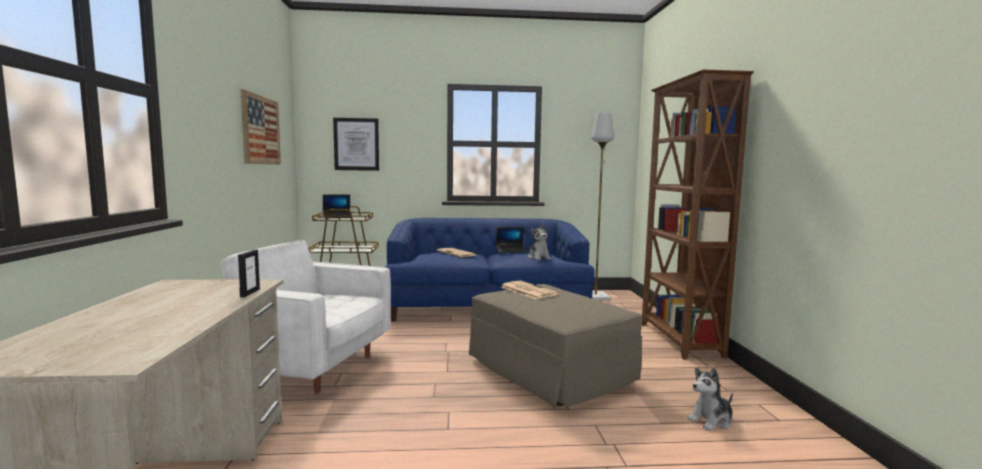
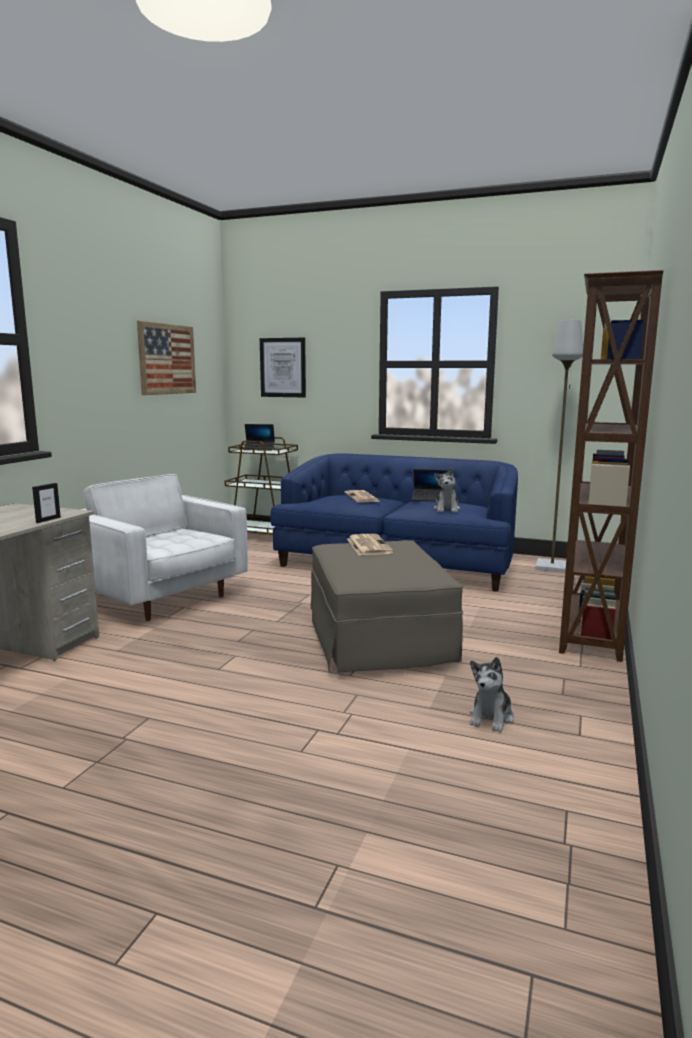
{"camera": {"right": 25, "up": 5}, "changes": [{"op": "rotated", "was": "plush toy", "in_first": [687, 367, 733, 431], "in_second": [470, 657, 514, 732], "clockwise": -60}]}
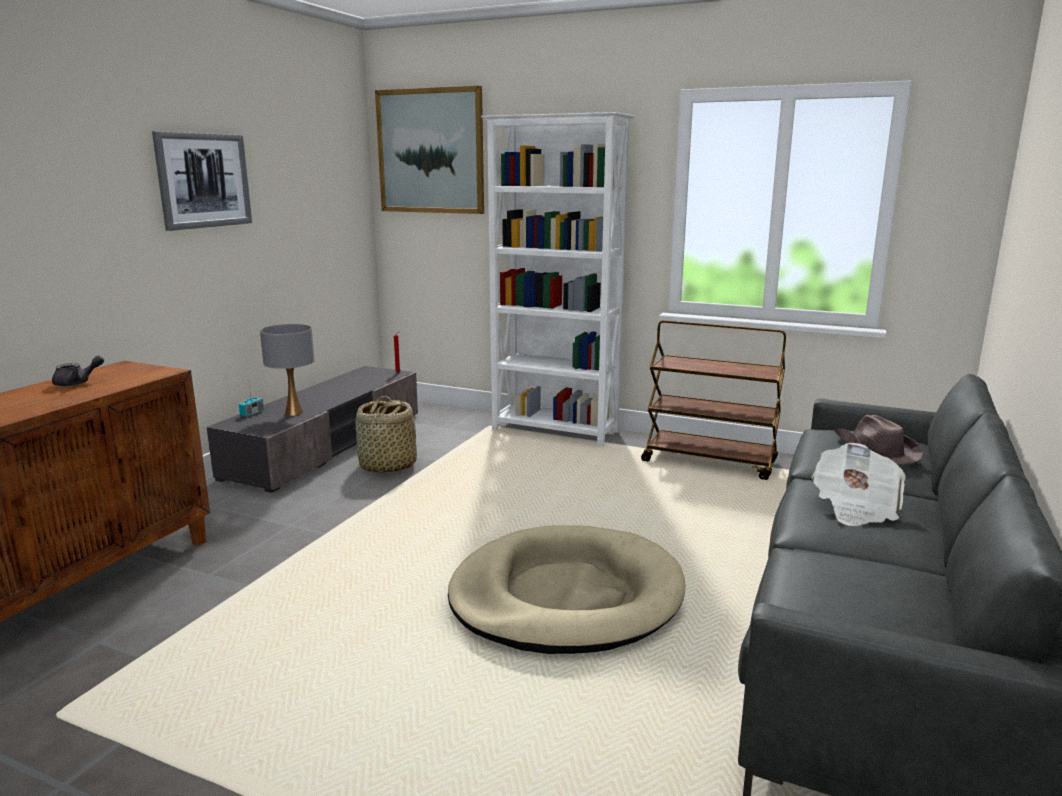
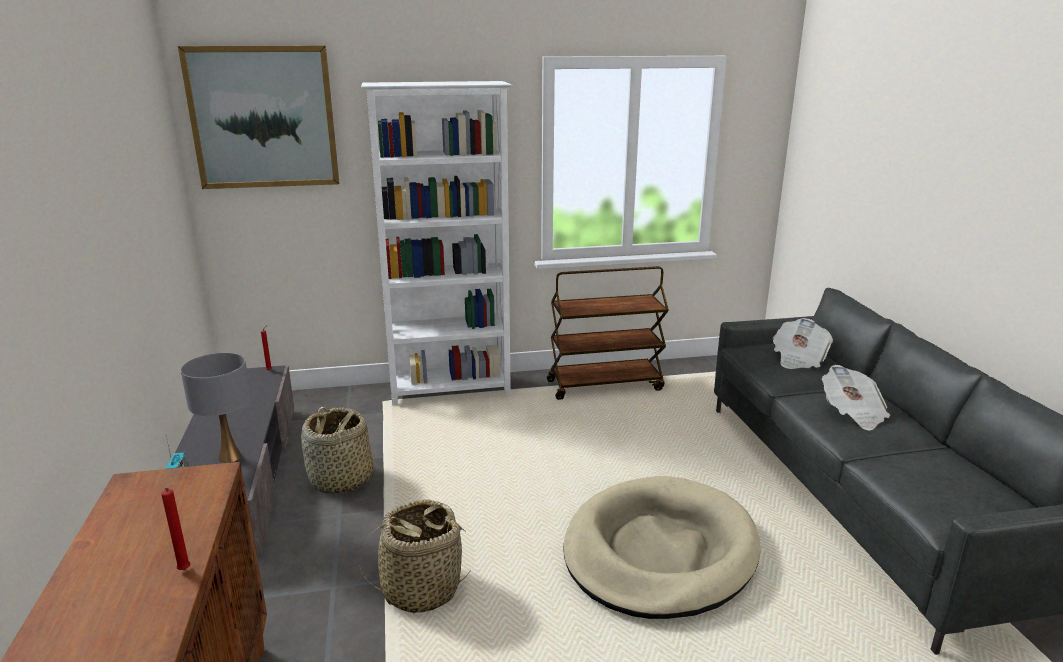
{"camera": {"right": -35, "up": 5}, "changes": [{"op": "gone", "was": "grey teapot", "in_first": [52, 355, 104, 387]}, {"op": "gone", "was": "picture", "in_first": [152, 131, 252, 231]}, {"op": "swapped", "was": "brown hat", "now": "newspaper", "in_first": [834, 415, 923, 464], "in_second": [772, 318, 833, 369]}, {"op": "new", "now": "red candle", "in_second": [161, 488, 191, 570]}, {"op": "new", "now": "basket", "in_second": [359, 499, 472, 613]}]}
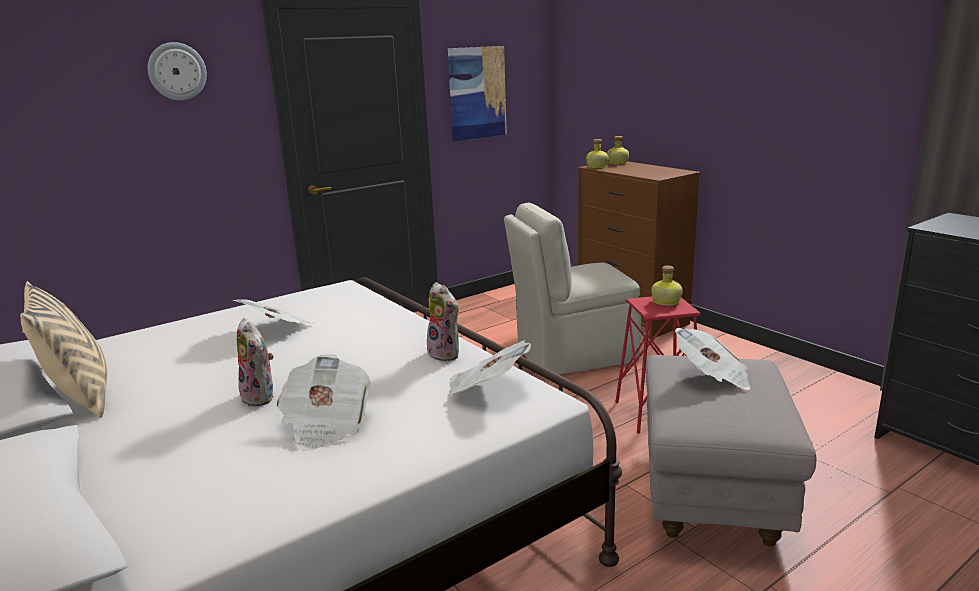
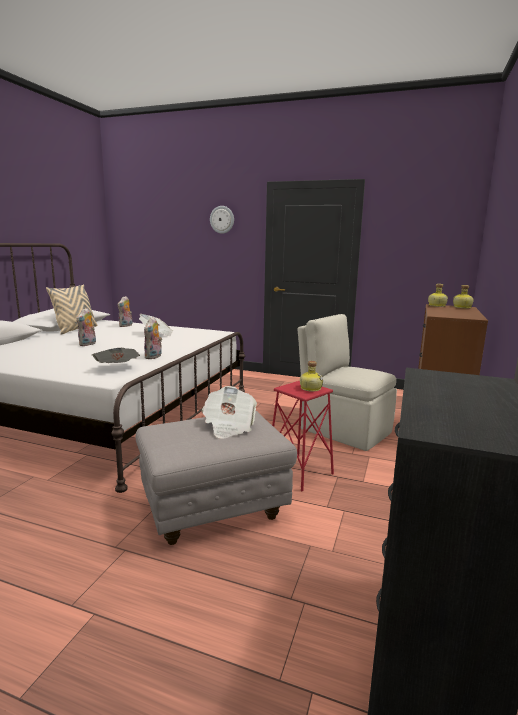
{"camera": {"right": 55, "up": -5}, "changes": [{"op": "gone", "was": "newspaper", "in_first": [277, 354, 371, 451]}, {"op": "gone", "was": "picture", "in_first": [448, 46, 507, 141]}, {"op": "new", "now": "plush toy", "in_second": [118, 296, 132, 327]}]}
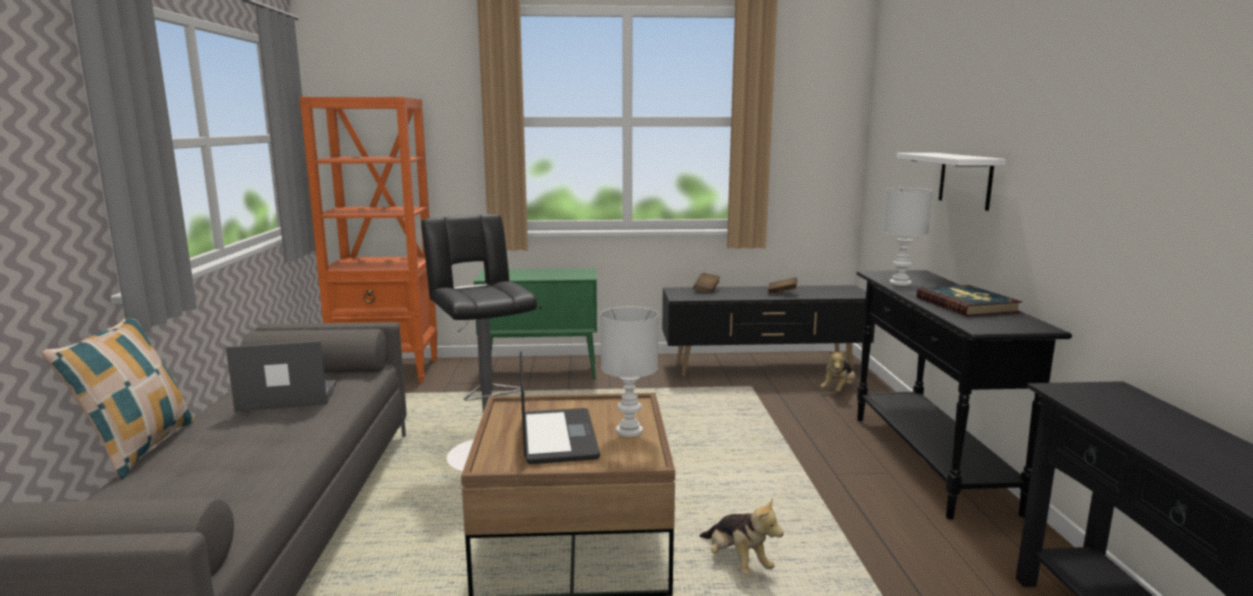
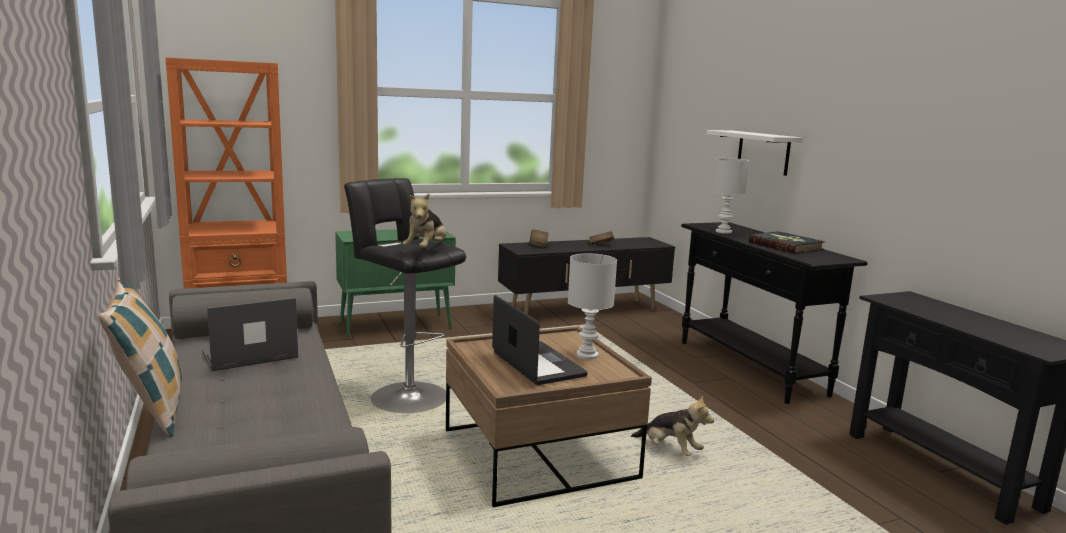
{"camera": {"right": -20, "up": 0}, "changes": [{"op": "shifted", "was": "plush toy", "in_first": [821, 350, 855, 392], "in_second": [402, 194, 446, 248]}]}
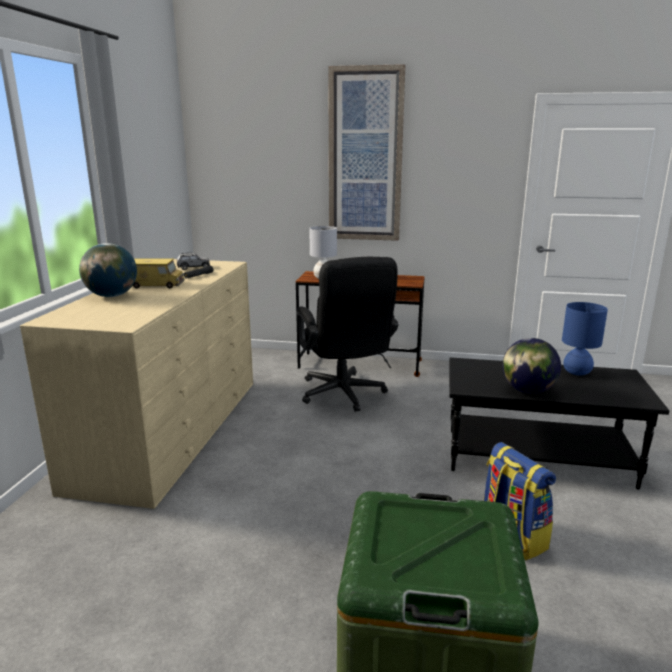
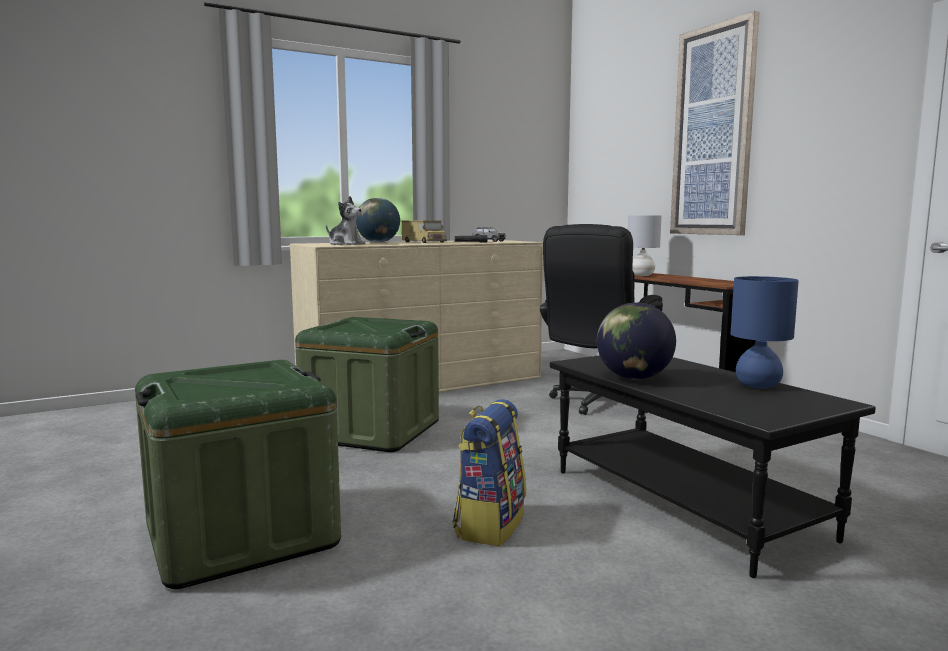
{"camera": {"right": 50, "up": -10}, "changes": [{"op": "new", "now": "green storage box", "in_second": [295, 317, 439, 452]}, {"op": "new", "now": "plush toy", "in_second": [326, 196, 365, 245]}]}
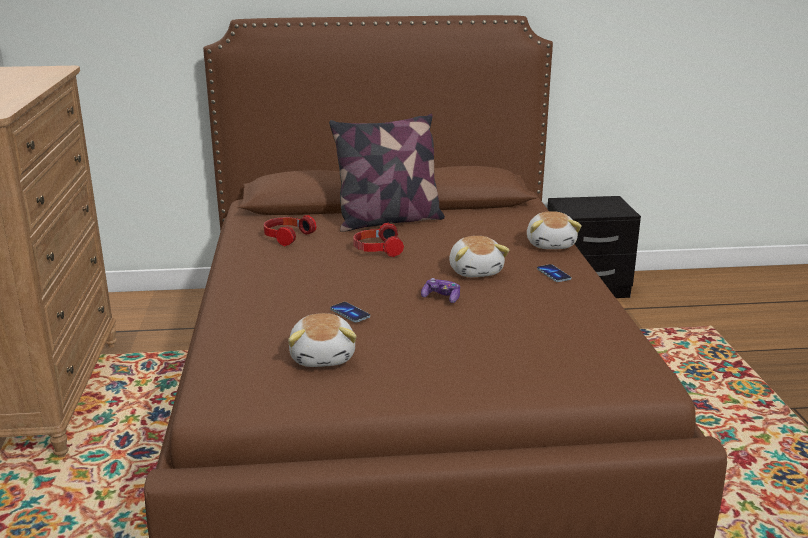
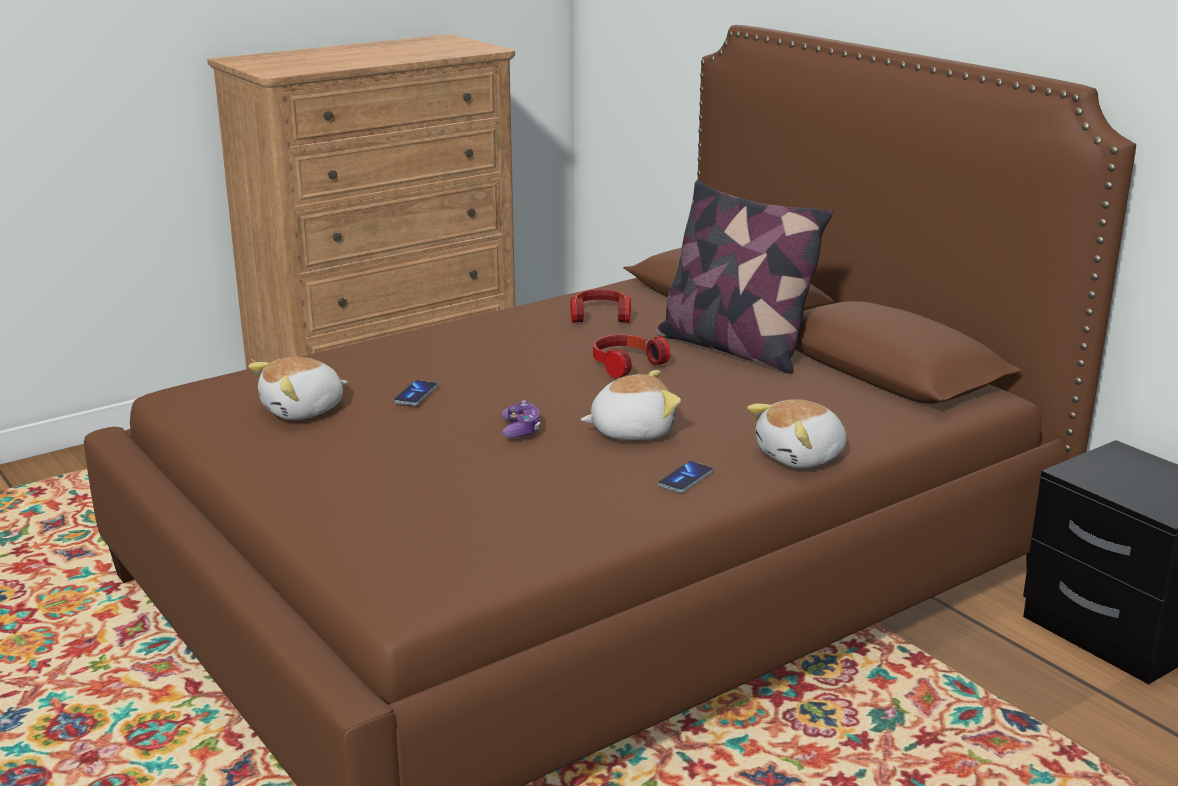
{"camera": {"right": 60, "up": 0}, "changes": [{"op": "rotated", "was": "plush toy", "in_first": [449, 236, 509, 277], "in_second": [581, 370, 681, 440], "clockwise": -150}]}
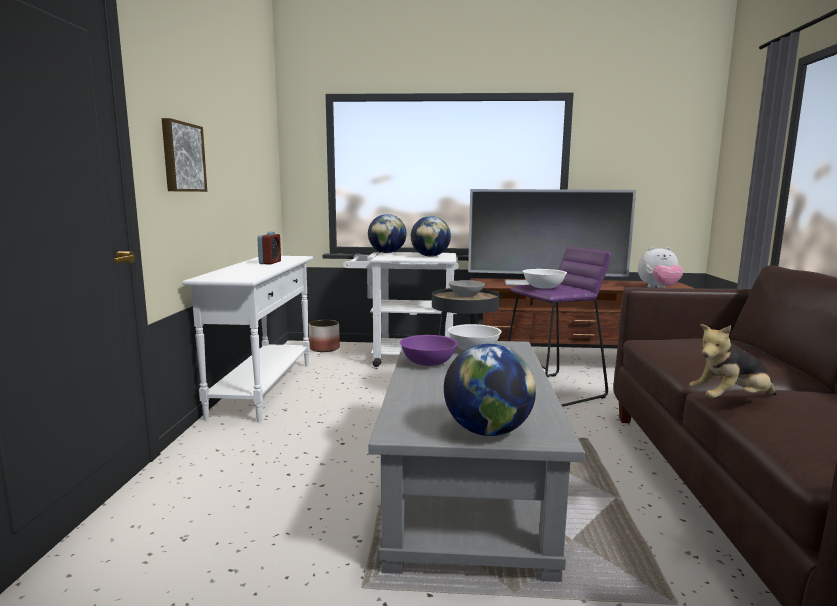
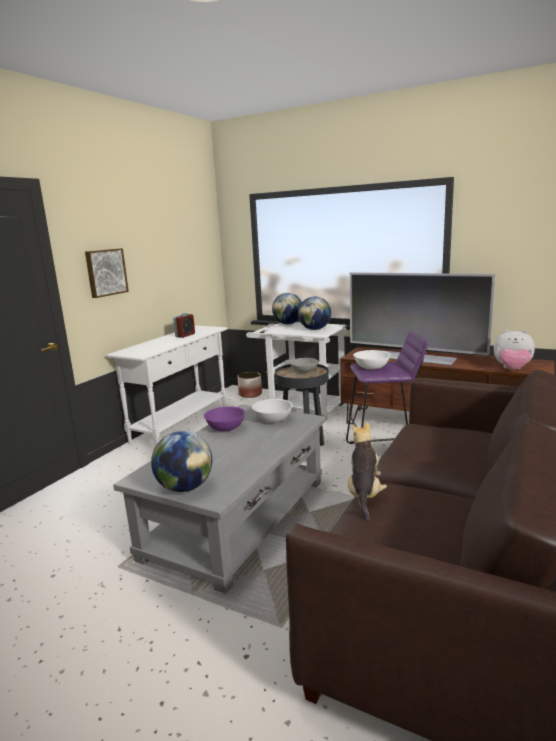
{"camera": {"right": 25, "up": 5}, "changes": [{"op": "rotated", "was": "plush toy", "in_first": [689, 324, 777, 398], "in_second": [348, 422, 387, 520], "clockwise": 90}]}
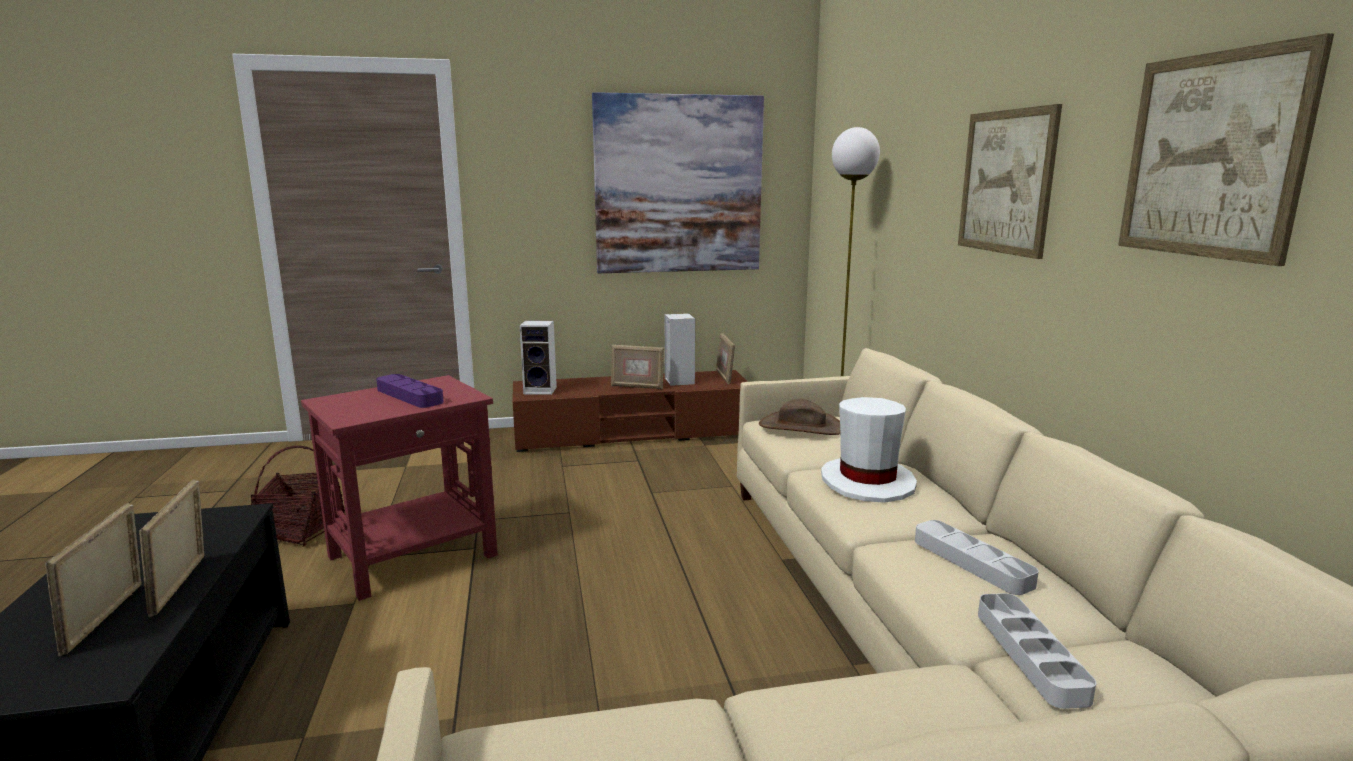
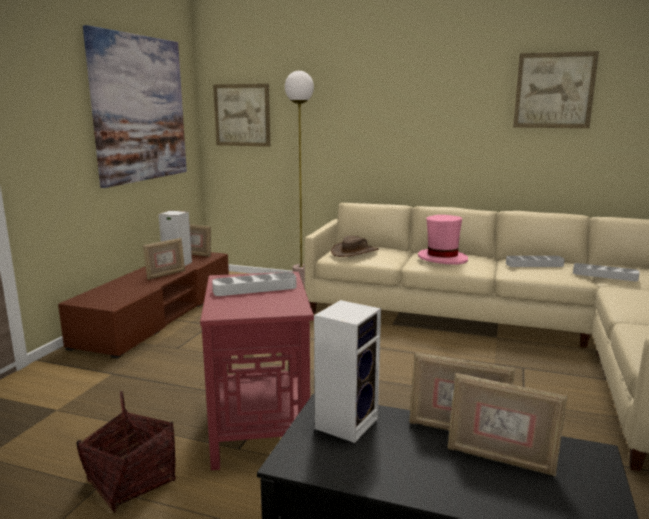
{"camera": {"right": -60, "up": 0}, "changes": [{"op": "repainted", "was": "purple tray", "now": "grey tray", "in_first": [376, 374, 444, 408], "in_second": [212, 272, 296, 296]}, {"op": "shifted", "was": "speaker", "in_first": [520, 320, 557, 395], "in_second": [314, 300, 381, 443]}, {"op": "repainted", "was": "white hat", "now": "pink hat", "in_first": [821, 397, 917, 503], "in_second": [418, 215, 468, 265]}, {"op": "shifted", "was": "picture", "in_first": [958, 104, 1062, 259], "in_second": [213, 84, 270, 147]}]}
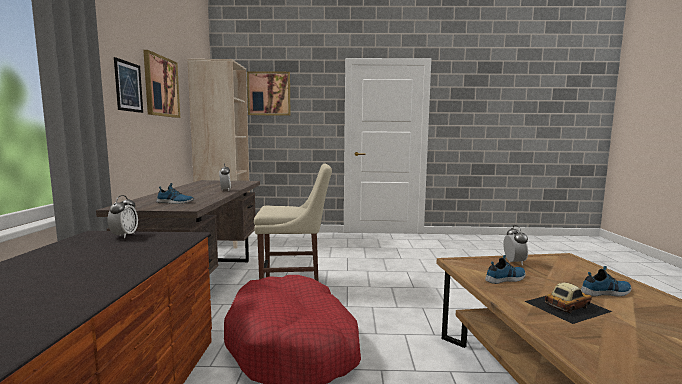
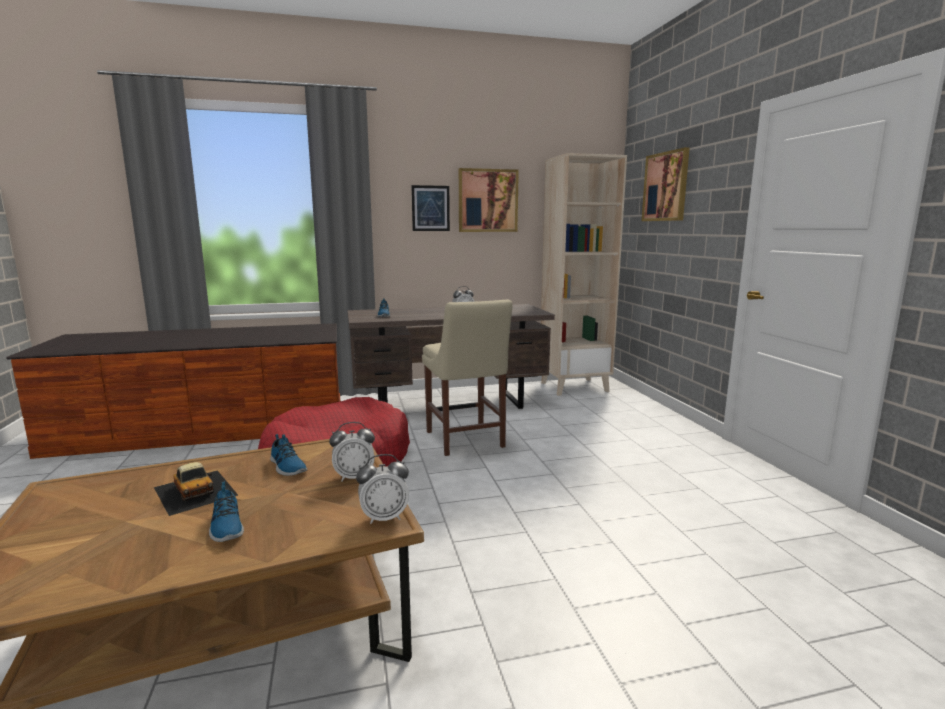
{"camera": {"right": 75, "up": 5}, "changes": [{"op": "shifted", "was": "alarm clock", "in_first": [107, 195, 138, 238], "in_second": [356, 454, 409, 524]}]}
